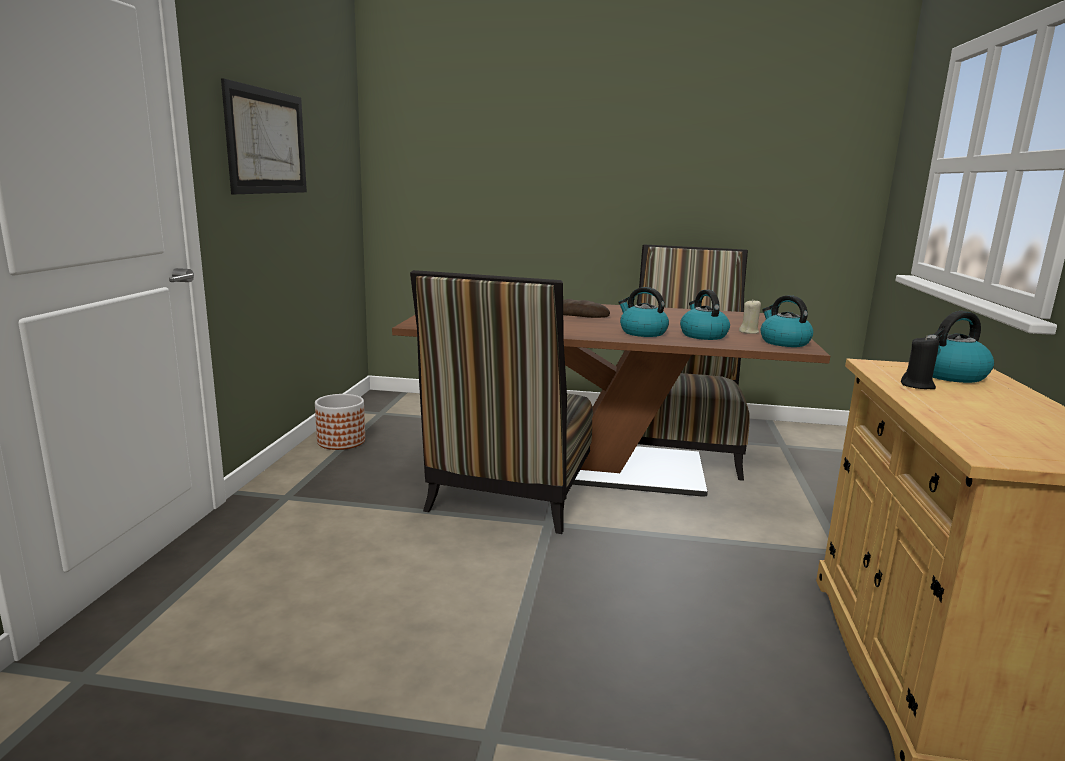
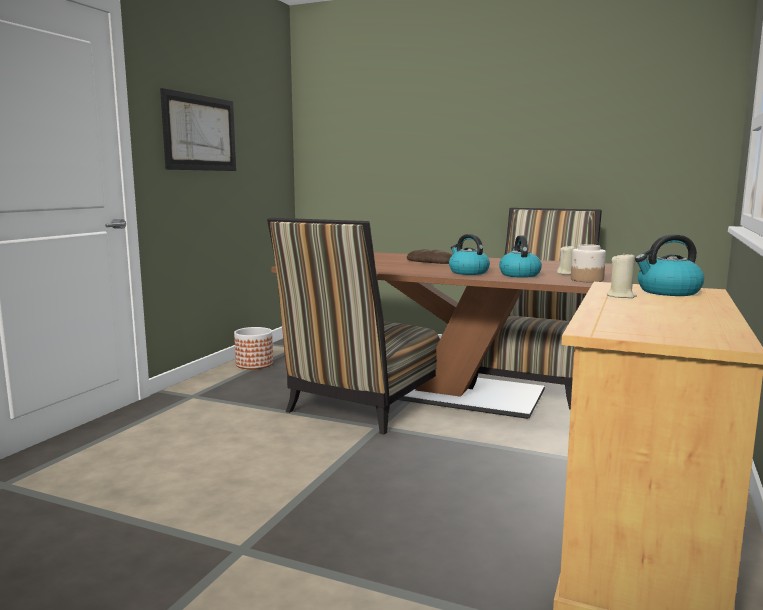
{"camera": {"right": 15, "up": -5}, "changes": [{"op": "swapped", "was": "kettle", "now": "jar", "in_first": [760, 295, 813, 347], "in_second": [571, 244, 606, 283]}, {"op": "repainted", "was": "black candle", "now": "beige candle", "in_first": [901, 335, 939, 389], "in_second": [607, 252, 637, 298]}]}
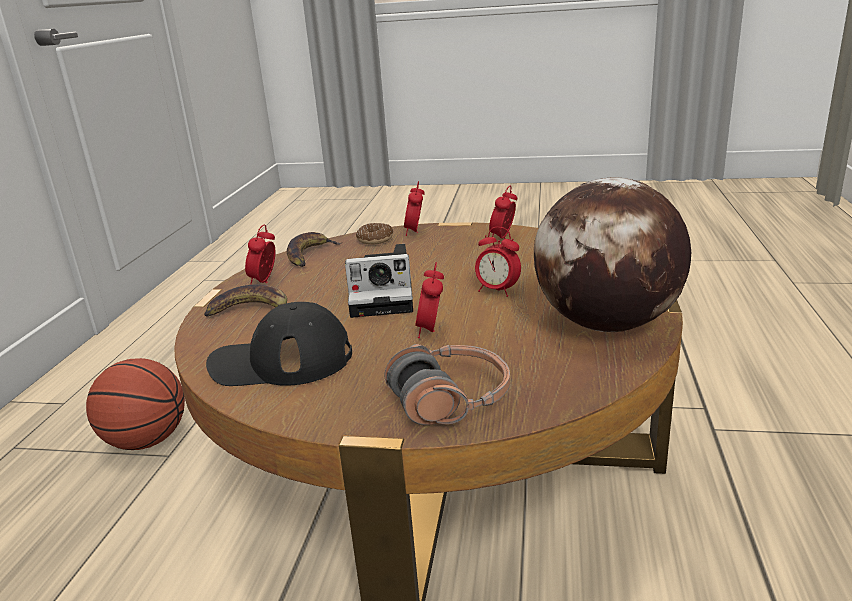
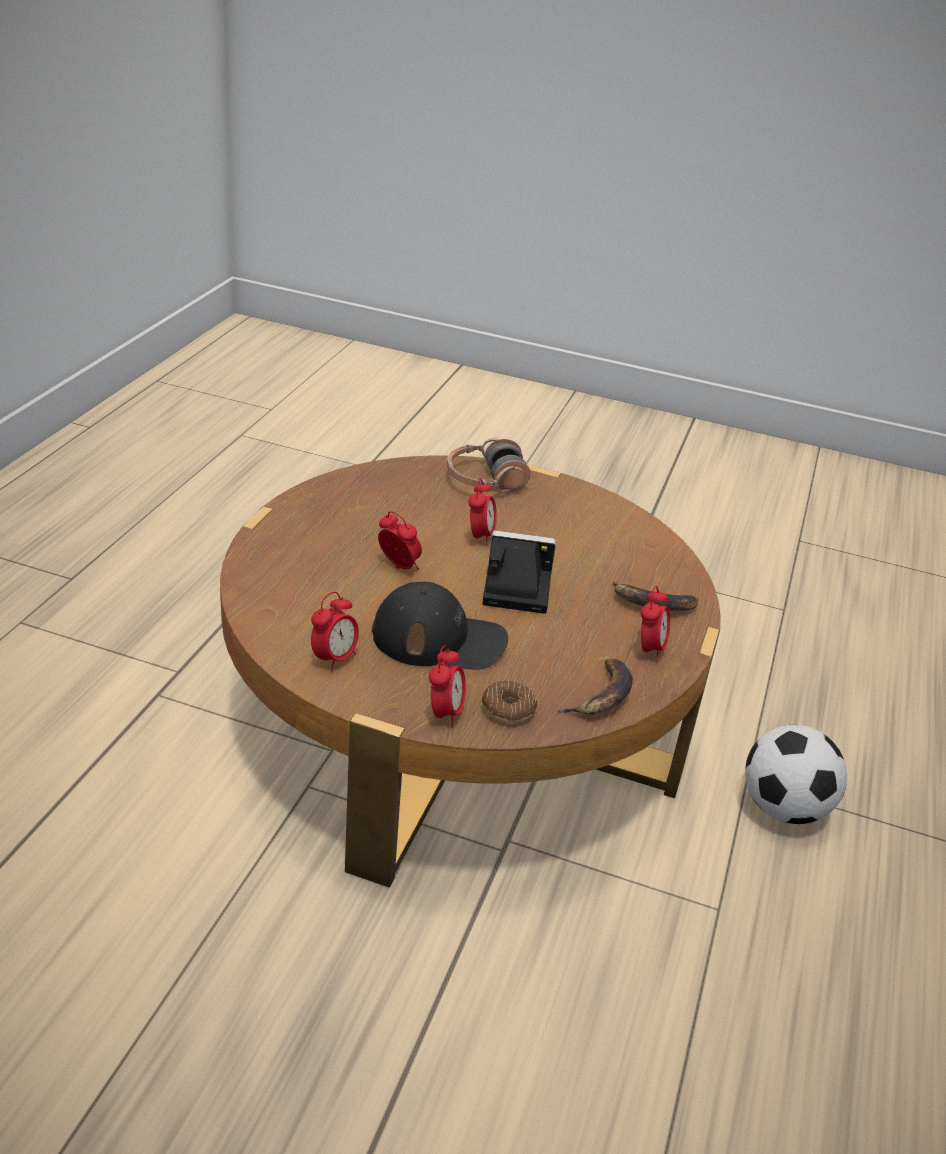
{"camera": {"right": -175, "up": 10}, "changes": [{"op": "swapped", "was": "basketball", "now": "football", "in_first": [86, 358, 185, 450], "in_second": [745, 725, 847, 824]}, {"op": "shifted", "was": "black cap", "in_first": [206, 302, 352, 386], "in_second": [372, 582, 508, 670]}, {"op": "gone", "was": "globe", "in_first": [534, 178, 691, 332]}]}
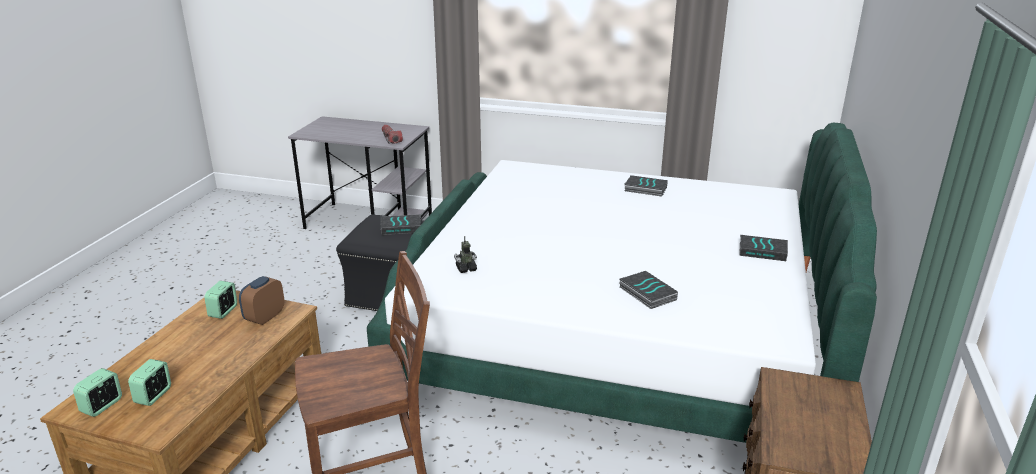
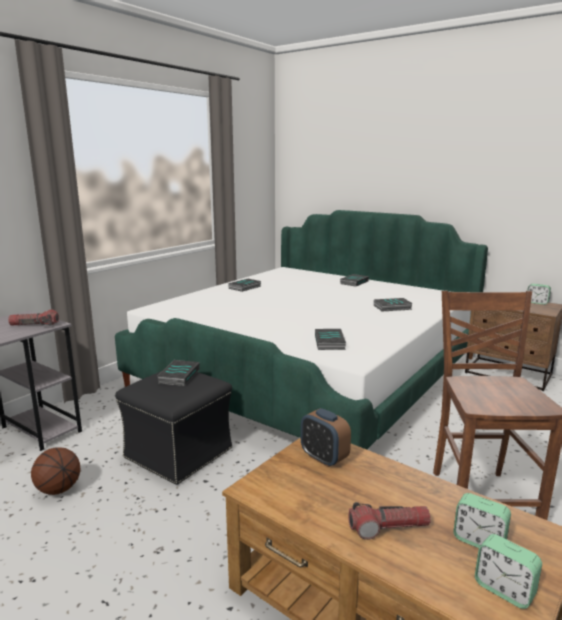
{"camera": {"right": -70, "up": -10}, "changes": [{"op": "shifted", "was": "alarm clock", "in_first": [204, 281, 237, 319], "in_second": [527, 284, 551, 305]}, {"op": "swapped", "was": "toy robot", "now": "book", "in_first": [454, 236, 477, 273], "in_second": [315, 329, 346, 350]}, {"op": "new", "now": "basketball", "in_second": [31, 447, 80, 495]}, {"op": "new", "now": "flashlight", "in_second": [348, 502, 431, 540]}]}
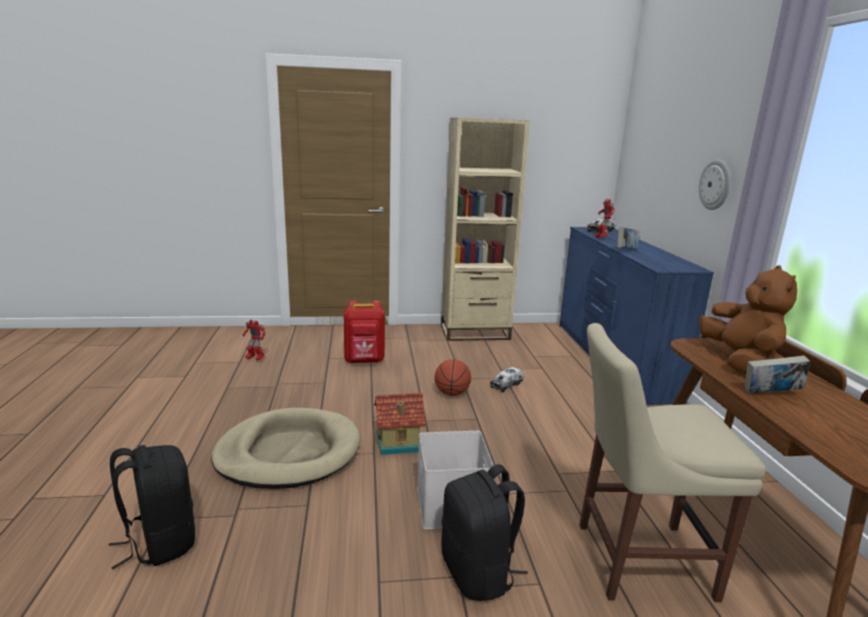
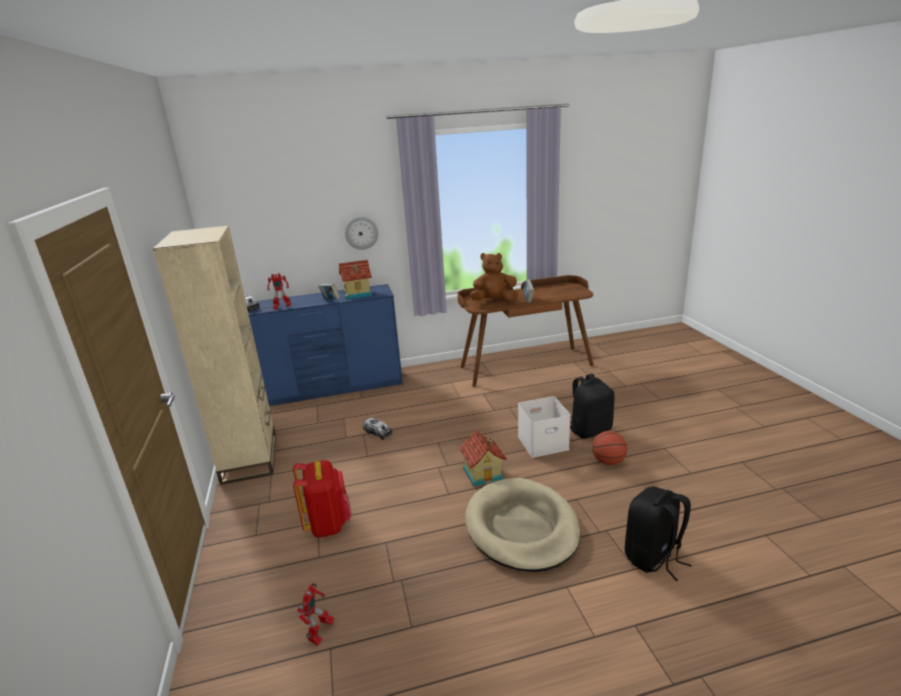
{"camera": {"right": -95, "up": 5}, "changes": [{"op": "shifted", "was": "basketball", "in_first": [435, 359, 471, 396], "in_second": [592, 431, 627, 465]}, {"op": "gone", "was": "beige chair", "in_first": [579, 323, 766, 602]}, {"op": "new", "now": "toy house", "in_second": [339, 260, 372, 299]}]}
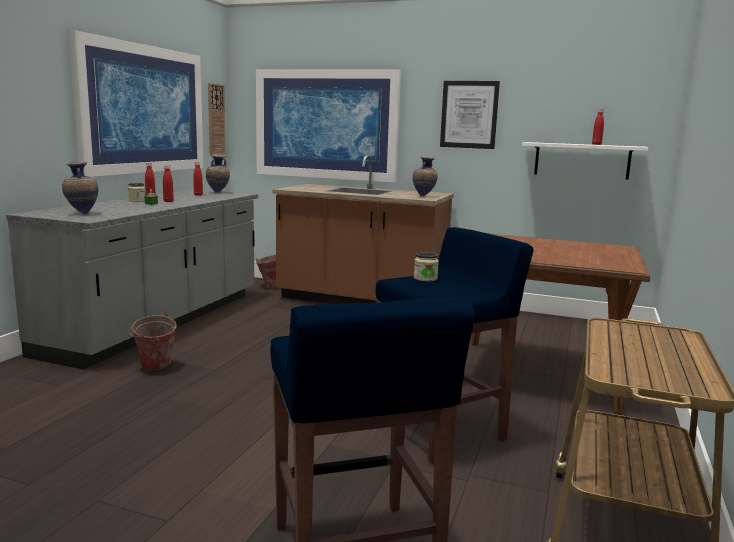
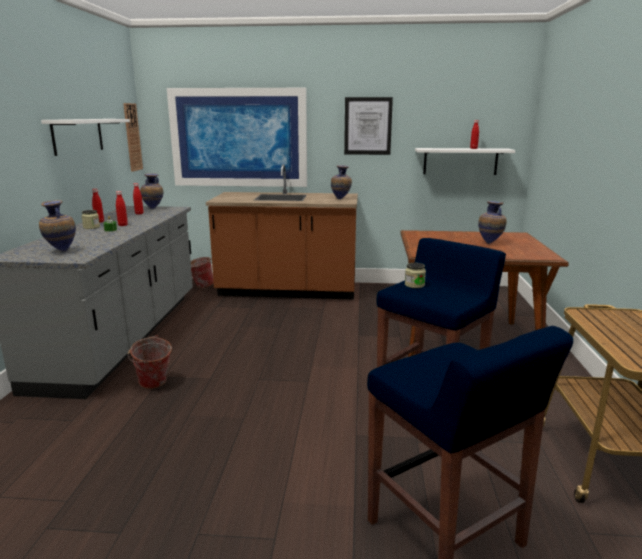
{"camera": {"right": -15, "up": 5}, "changes": [{"op": "swapped", "was": "picture", "now": "white shelf", "in_first": [69, 30, 203, 177], "in_second": [41, 119, 130, 156]}, {"op": "new", "now": "vase", "in_second": [478, 201, 507, 244]}]}
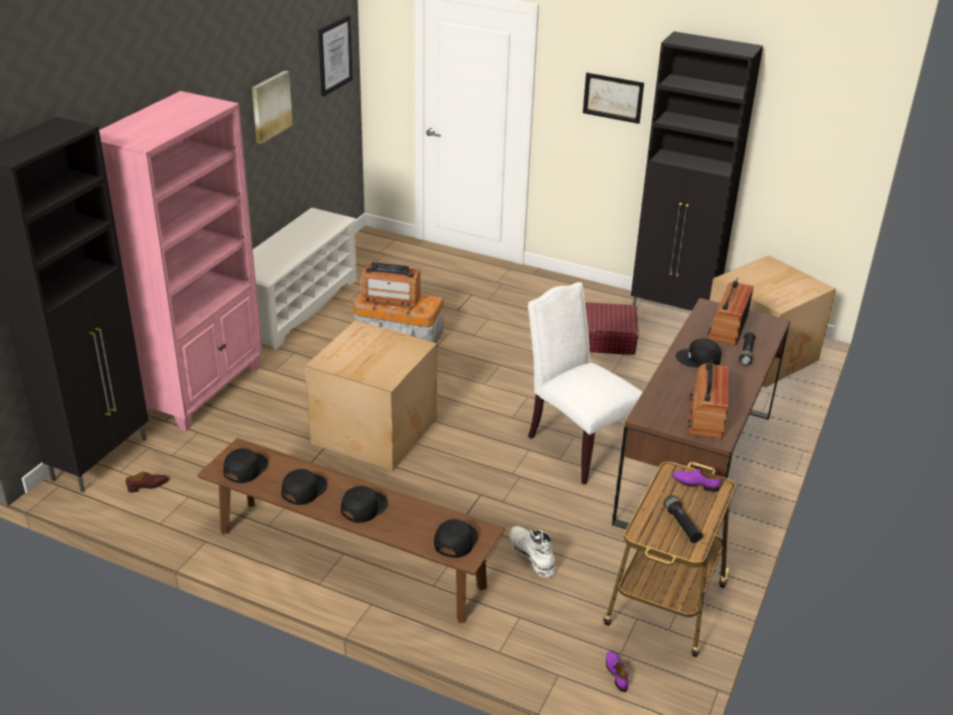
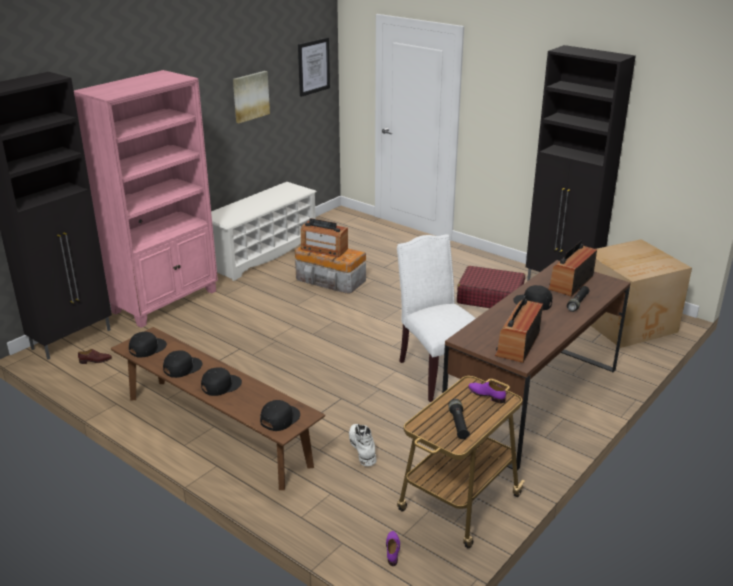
{"camera": {"right": 15, "up": -5}, "changes": [{"op": "gone", "was": "cardboard box", "in_first": [305, 320, 437, 471]}, {"op": "gone", "was": "picture", "in_first": [583, 73, 644, 124]}]}
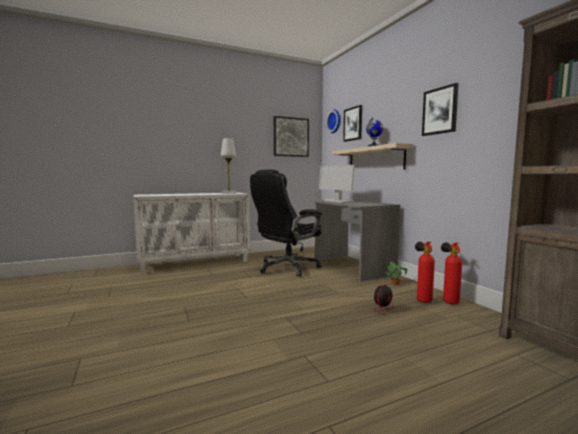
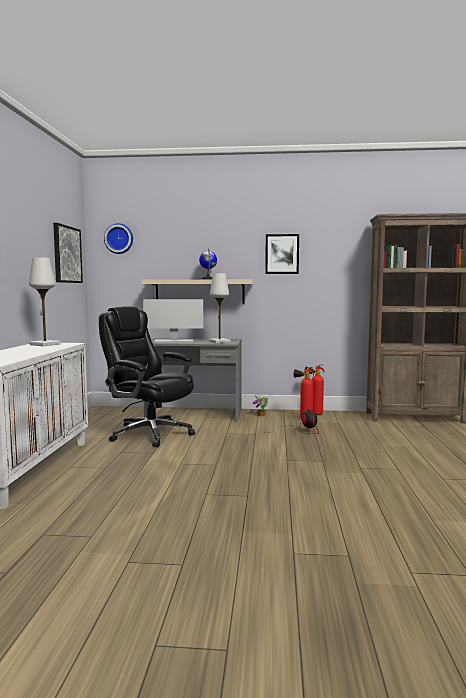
{"camera": {"right": -60, "up": 0}, "changes": [{"op": "rotated", "was": "black office chair", "in_first": [250, 169, 322, 277], "in_second": [99, 306, 195, 447], "clockwise": 135}, {"op": "gone", "was": "picture", "in_first": [343, 105, 362, 142]}, {"op": "new", "now": "white table lamp", "in_second": [209, 273, 231, 343]}]}
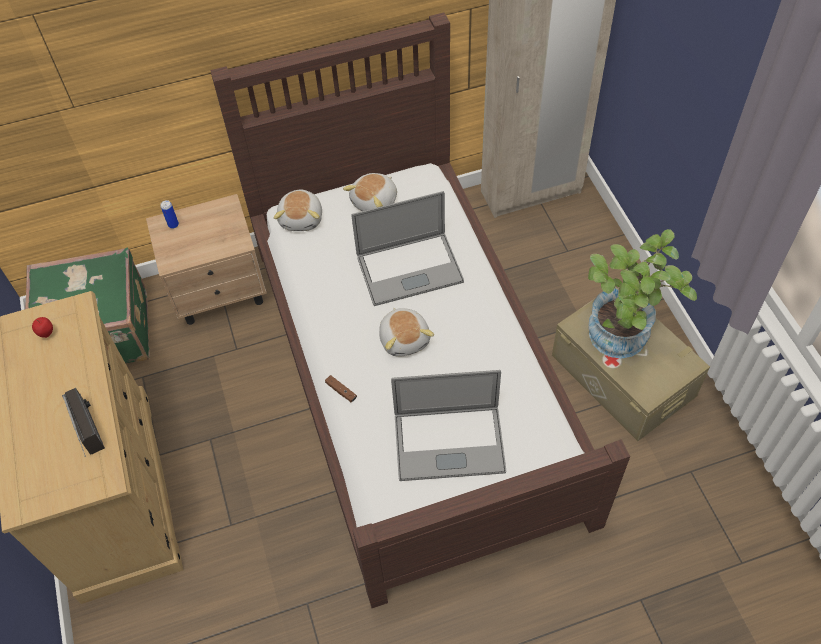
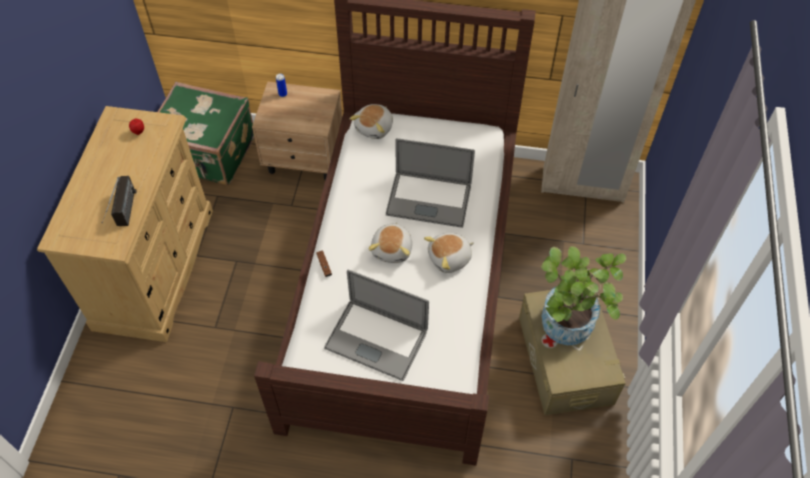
{"camera": {"right": 25, "up": 0}, "changes": [{"op": "shifted", "was": "plush toy", "in_first": [343, 173, 397, 211], "in_second": [424, 233, 474, 273]}]}
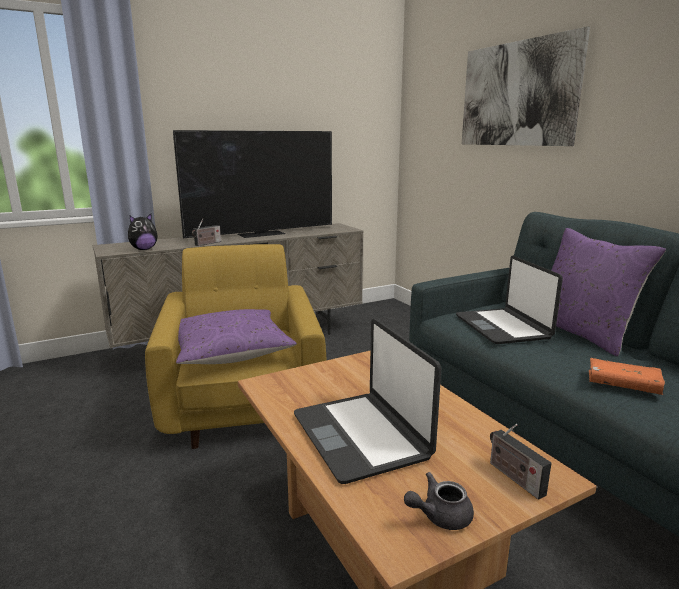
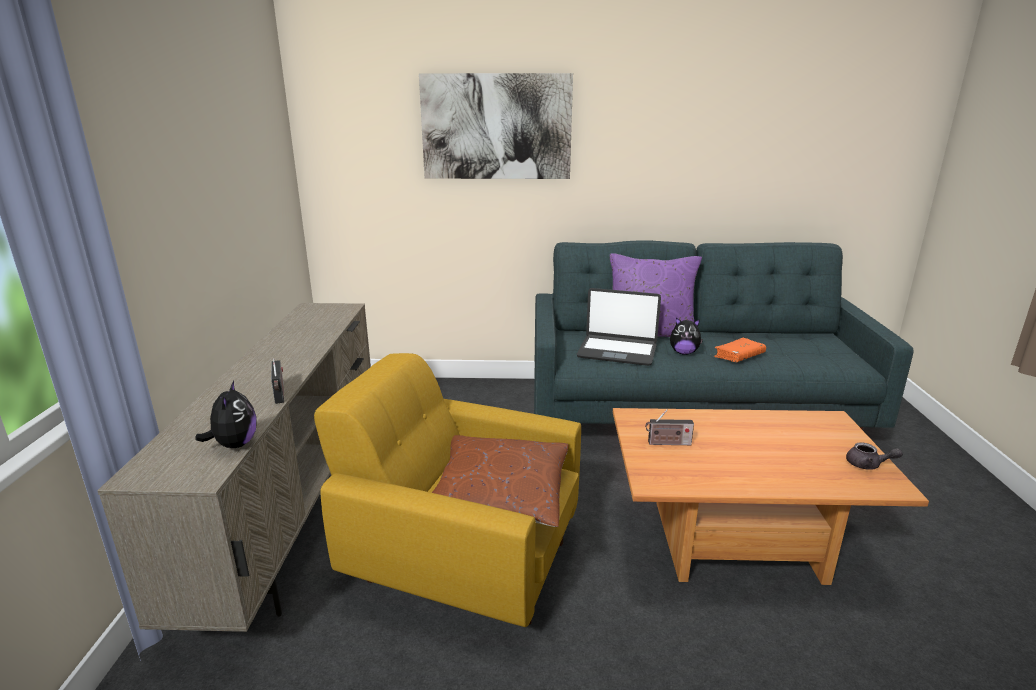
{"camera": {"right": -60, "up": 5}, "changes": [{"op": "gone", "was": "television", "in_first": [173, 130, 332, 238]}, {"op": "repainted", "was": "purple pillow", "now": "brown pillow", "in_first": [176, 309, 297, 364], "in_second": [432, 435, 569, 527]}, {"op": "gone", "was": "laptop", "in_first": [294, 319, 441, 484]}, {"op": "rotated", "was": "grey teapot", "in_first": [404, 472, 474, 530], "in_second": [846, 442, 903, 470], "clockwise": -75}, {"op": "shifted", "was": "radio", "in_first": [490, 424, 551, 500], "in_second": [645, 409, 694, 445]}, {"op": "new", "now": "plush toy", "in_second": [670, 318, 703, 355]}]}
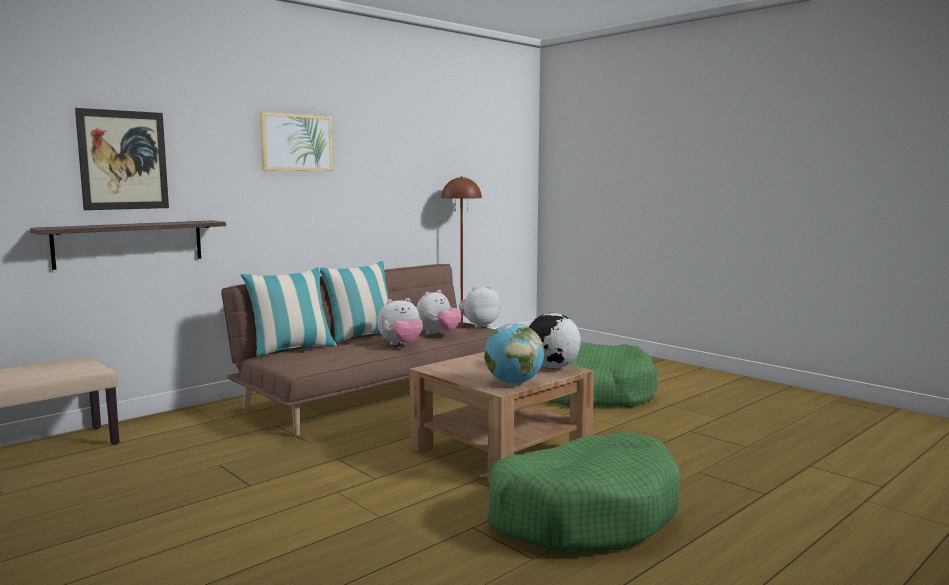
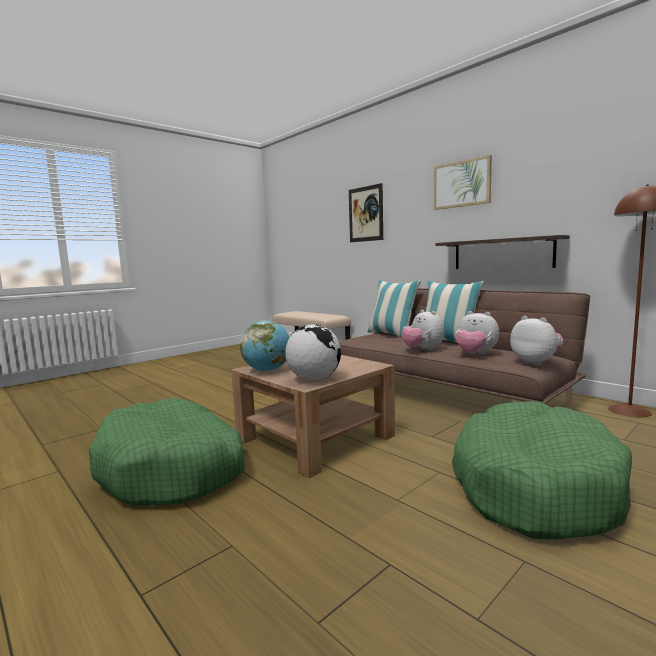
{"camera": {"right": 90, "up": 0}, "changes": [{"op": "shifted", "was": "shelf", "in_first": [30, 220, 226, 270], "in_second": [436, 235, 570, 269]}]}
